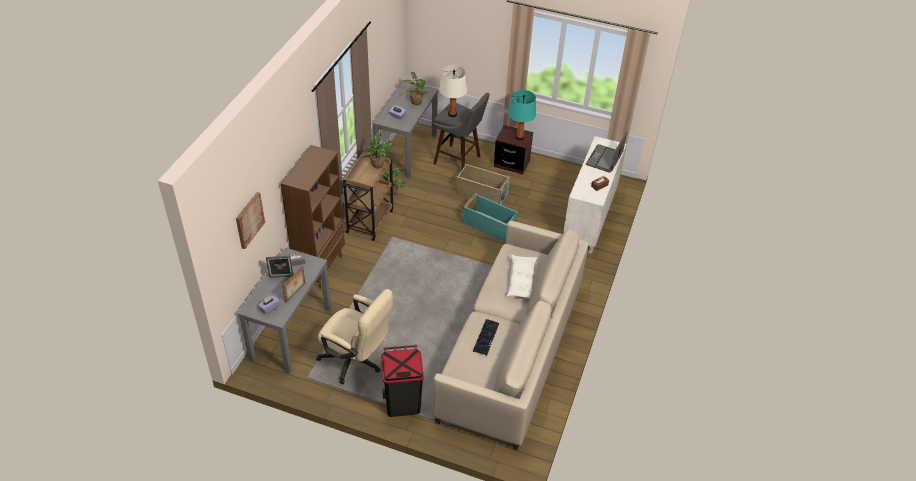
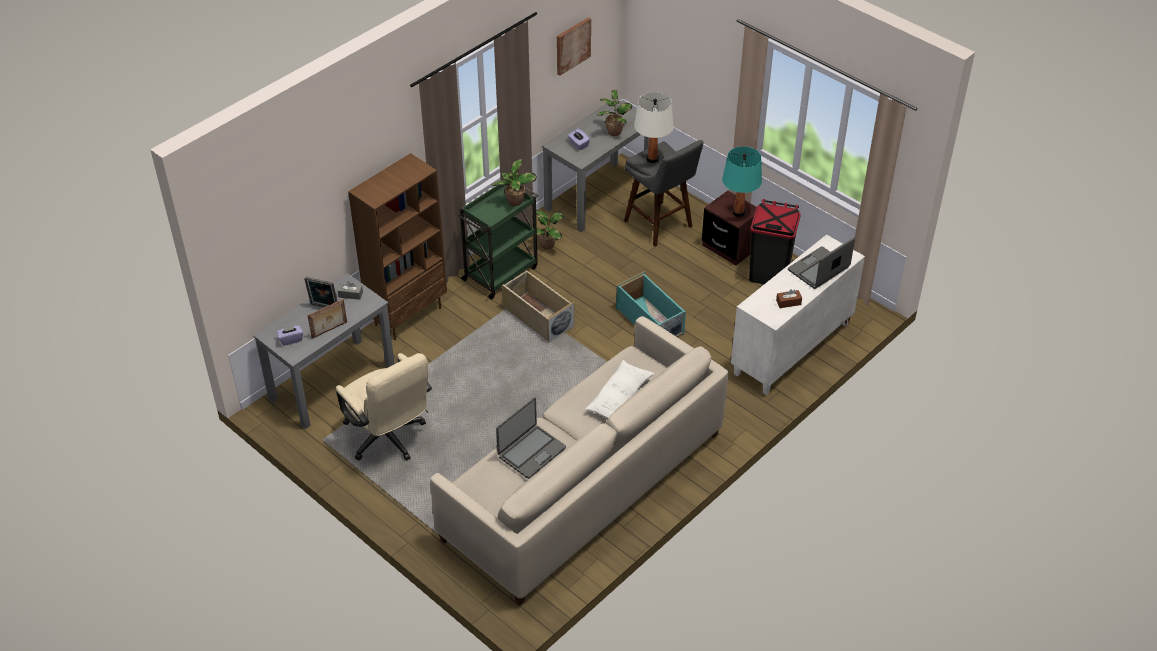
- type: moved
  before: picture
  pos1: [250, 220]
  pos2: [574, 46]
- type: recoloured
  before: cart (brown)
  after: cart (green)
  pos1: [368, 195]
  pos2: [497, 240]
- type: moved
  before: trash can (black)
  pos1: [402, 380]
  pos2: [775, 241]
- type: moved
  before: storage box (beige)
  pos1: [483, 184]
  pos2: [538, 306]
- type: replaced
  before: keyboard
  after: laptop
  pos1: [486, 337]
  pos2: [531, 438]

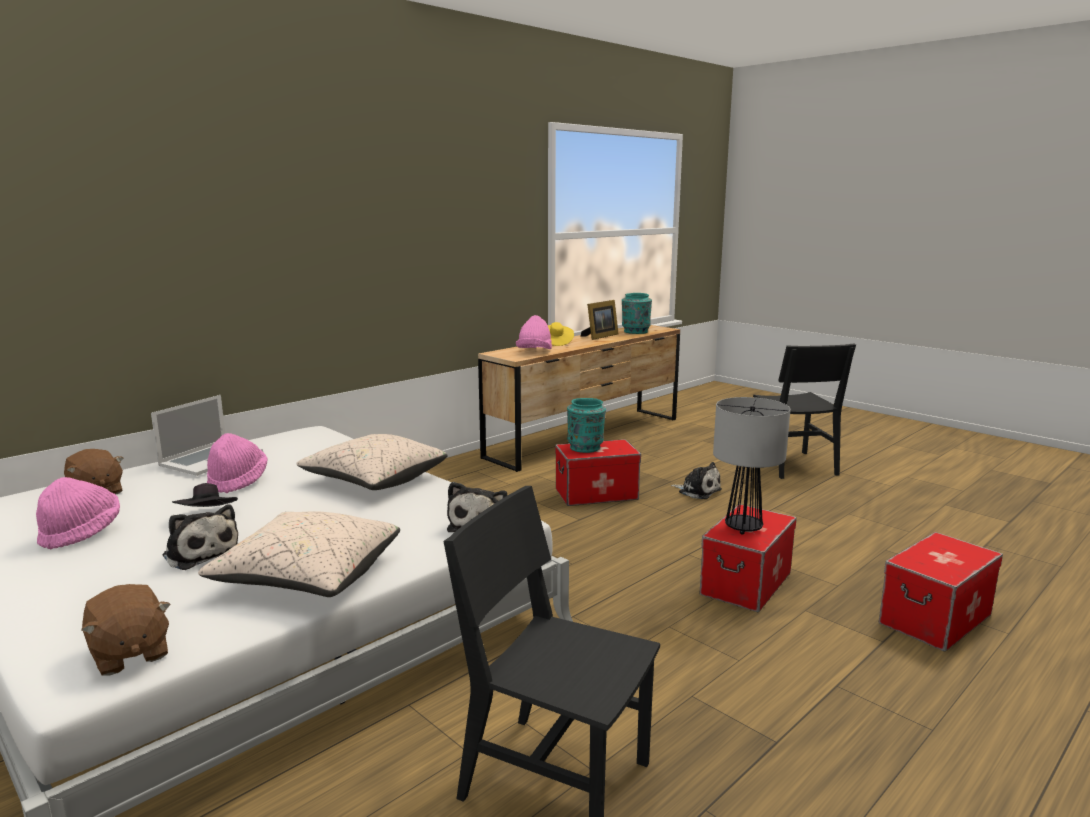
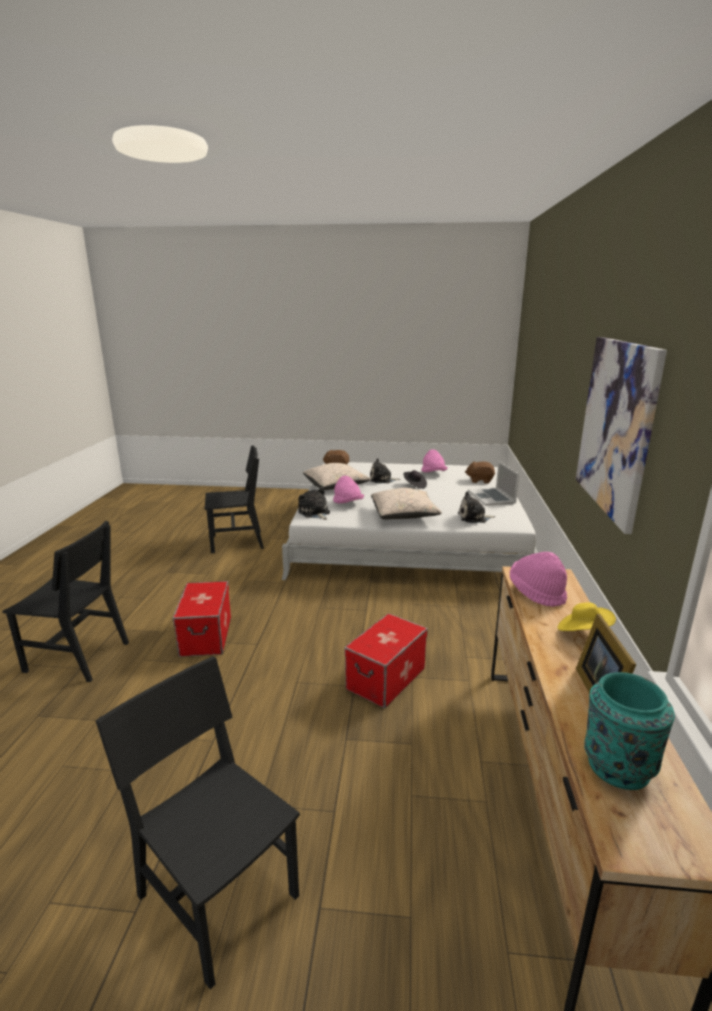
- type: moved
  before: hat (pink)
  pos1: [237, 463]
  pos2: [348, 489]
- type: removed
  before: vase (turquoise)
  pos1: [586, 425]
- type: moved
  before: plush toy
  pos1: [696, 480]
  pos2: [477, 507]
- type: removed
  before: table lamp
  pos1: [751, 466]
- type: replaced
  before: storage box
  after: chair (black)
  pos1: [941, 592]
  pos2: [65, 601]
- type: added
  after: picture
  pos2: [621, 435]

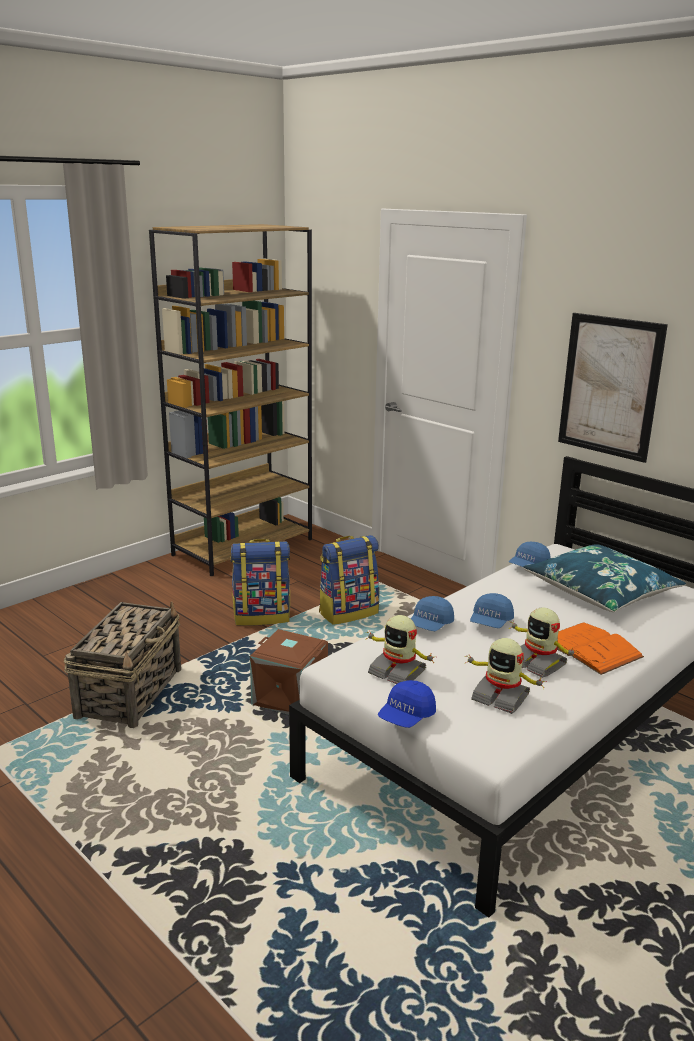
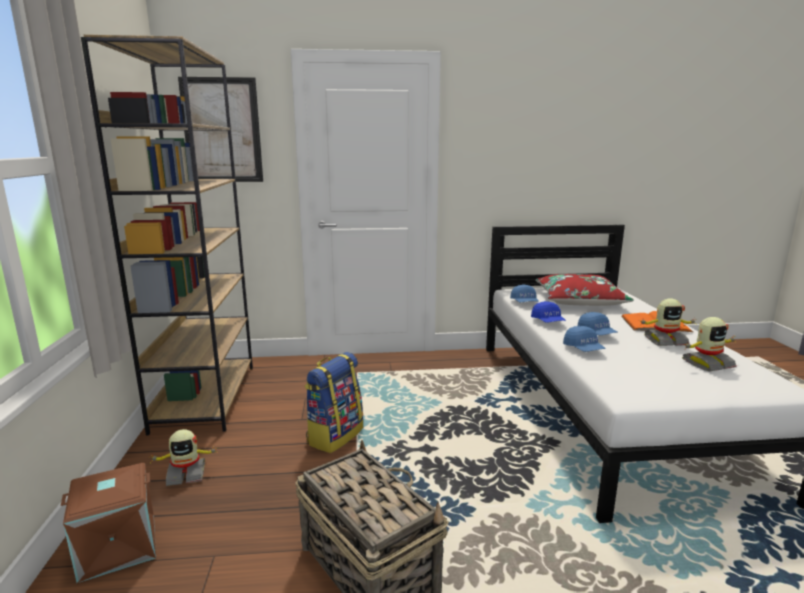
- type: moved
  before: storage box (brown)
  pos1: [289, 672]
  pos2: [108, 523]
- type: removed
  before: backpack
  pos1: [349, 580]
- type: moved
  before: toy robot
  pos1: [401, 649]
  pos2: [183, 457]
- type: moved
  before: cap (blue)
  pos1: [407, 704]
  pos2: [548, 312]
- type: recoloured
  before: pillow (blue)
  after: pillow (red)
  pos1: [604, 578]
  pos2: [584, 290]
- type: moved
  before: picture
  pos1: [613, 388]
  pos2: [220, 129]

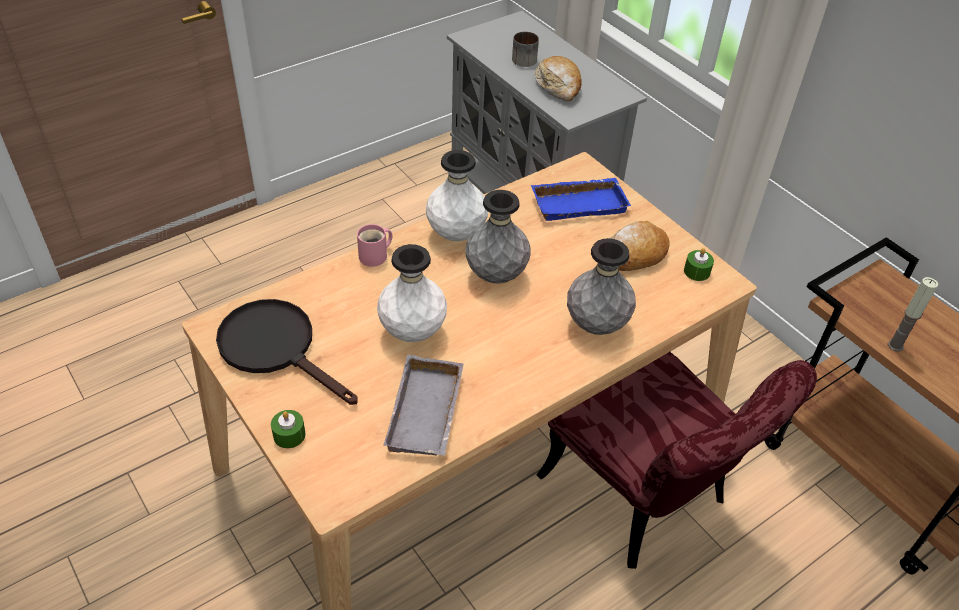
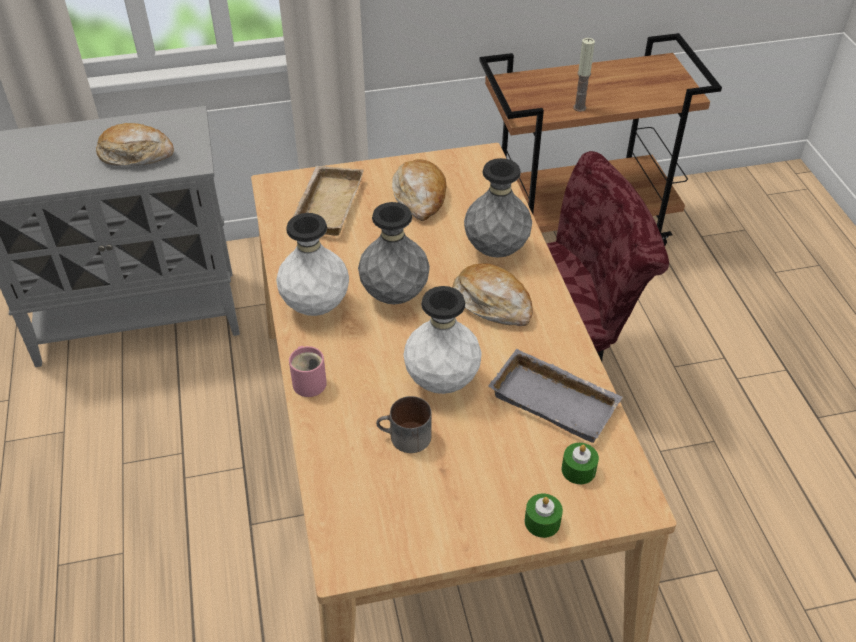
- type: removed
  before: frying pan (black)
  pos1: [287, 352]
- type: moved
  before: mug
  pos1: [525, 49]
  pos2: [404, 424]
- type: recoloured
  before: tray (blue)
  after: tray (beige)
  pos1: [581, 199]
  pos2: [328, 200]
- type: moved
  before: candle (green)
  pos1: [699, 264]
  pos2: [580, 463]
- type: added
  after: bread
  pos2: [493, 295]

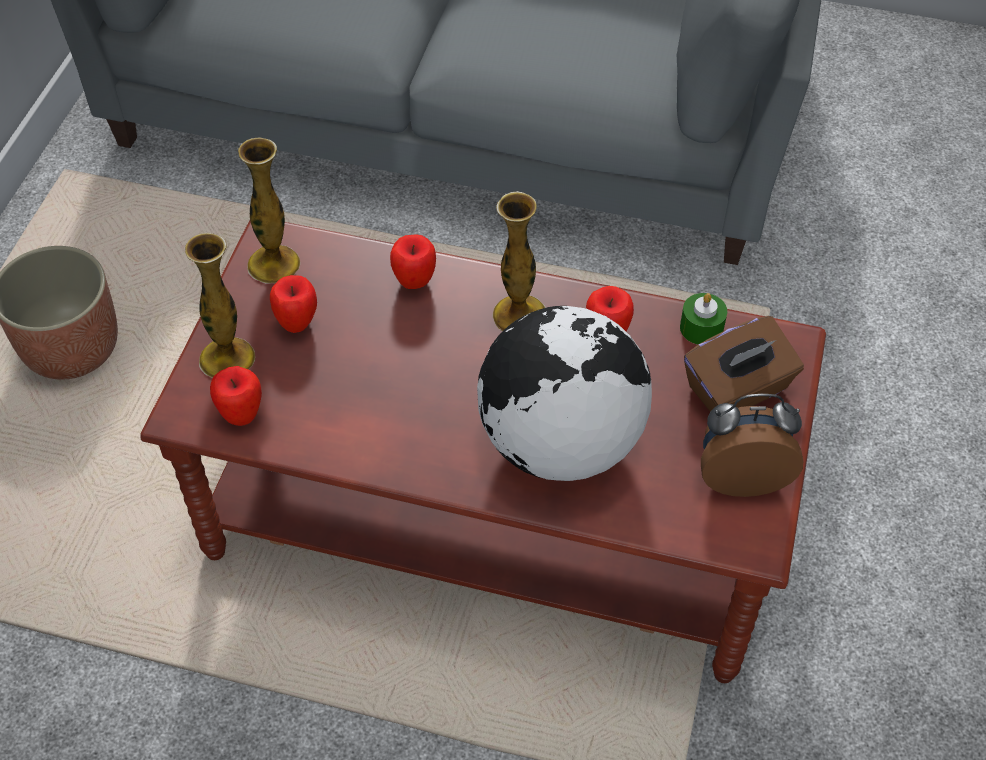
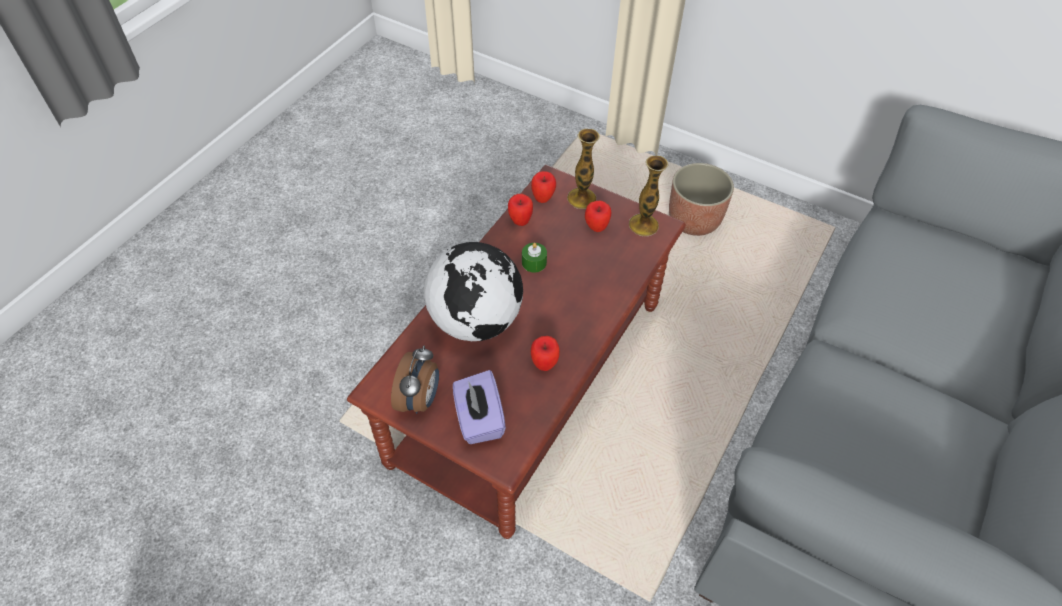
- type: moved
  before: apple
  pos1: [413, 261]
  pos2: [520, 210]
- type: removed
  before: vase
  pos1: [519, 261]
- type: moved
  before: candle (green)
  pos1: [703, 319]
  pos2: [534, 257]
- type: recoloured
  before: tissue box (brown)
  after: tissue box (purple)
  pos1: [744, 364]
  pos2: [479, 407]

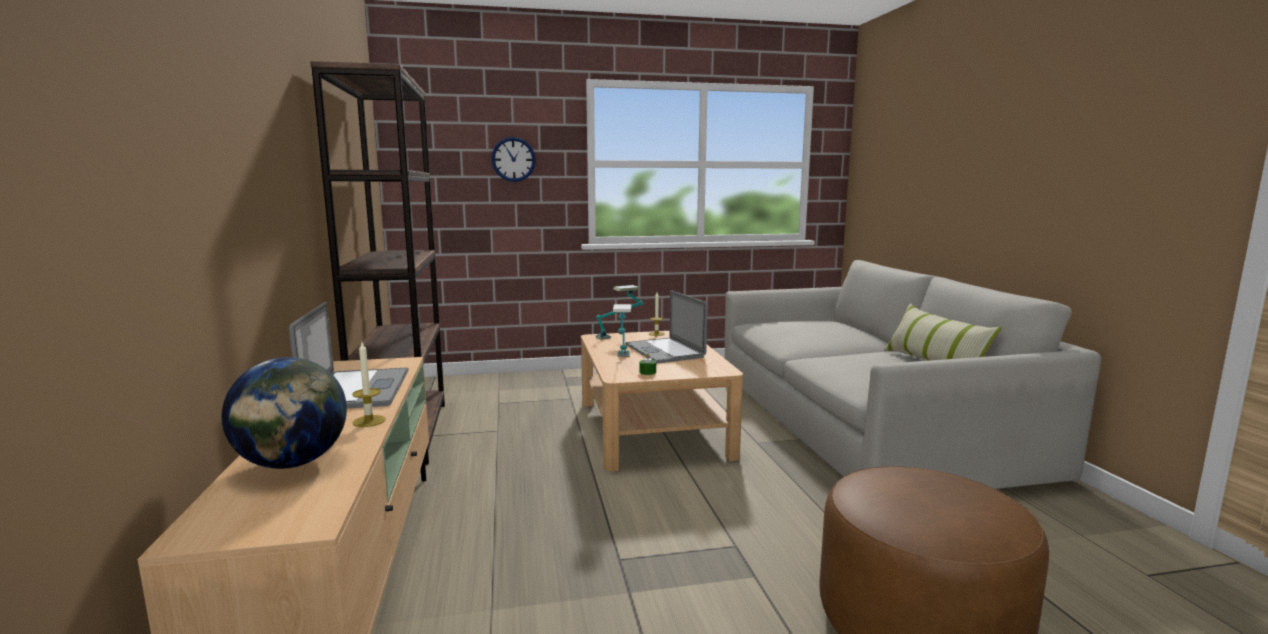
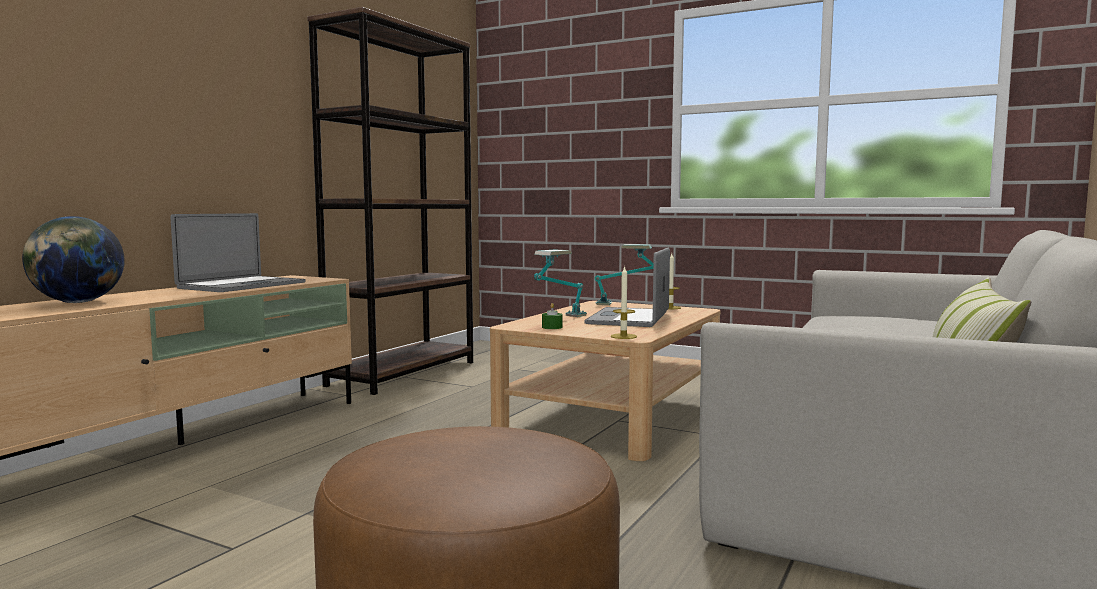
- type: moved
  before: candle
  pos1: [369, 384]
  pos2: [623, 302]
- type: removed
  before: wall clock
  pos1: [513, 159]

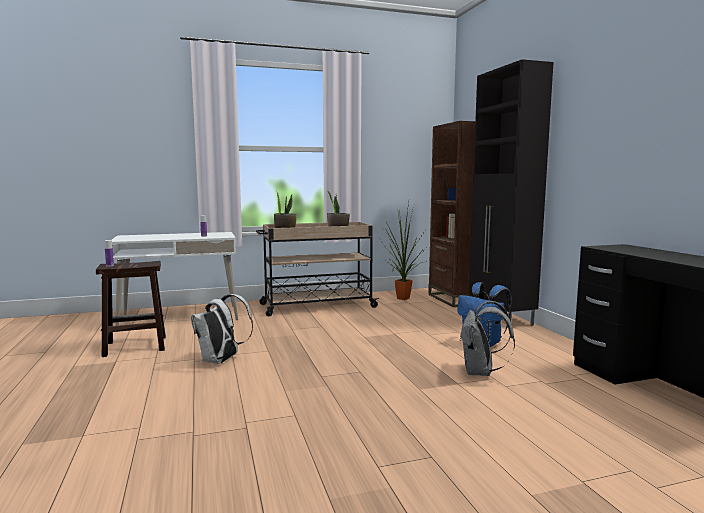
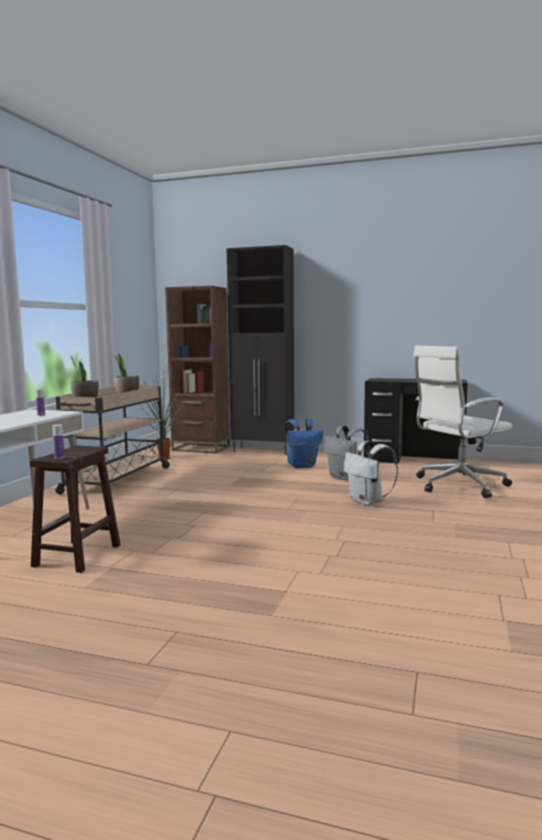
- type: moved
  before: backpack (white)
  pos1: [222, 329]
  pos2: [371, 473]
- type: added
  after: office chair (white)
  pos2: [462, 422]

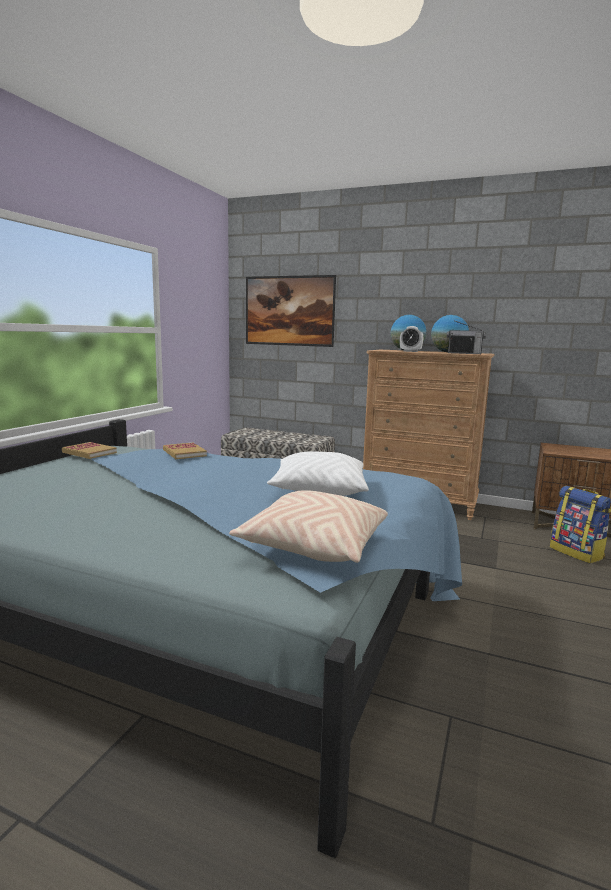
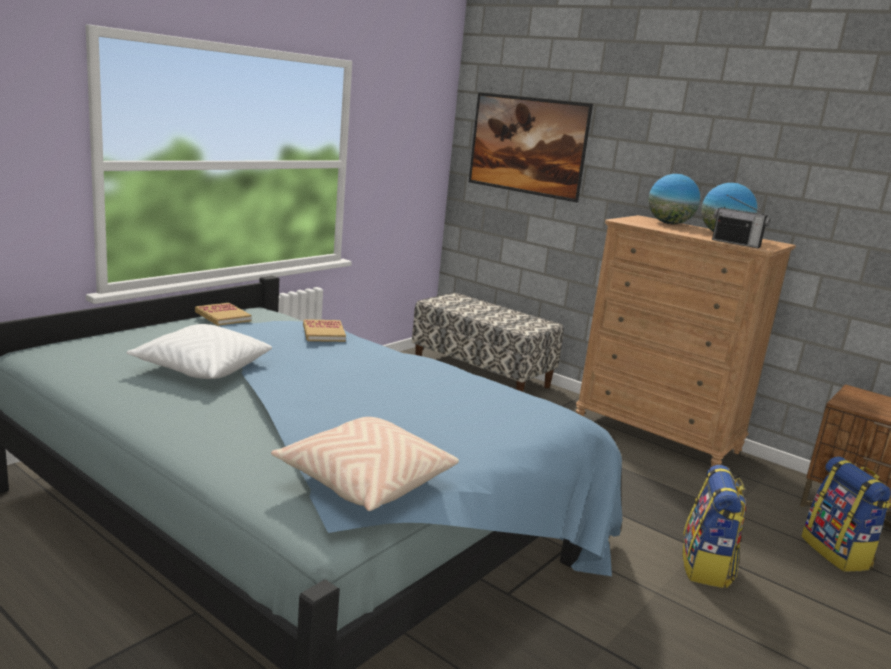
- type: moved
  before: pillow (white)
  pos1: [318, 474]
  pos2: [199, 351]
- type: removed
  before: alarm clock
  pos1: [411, 339]
- type: added
  after: backpack
  pos2: [714, 526]

